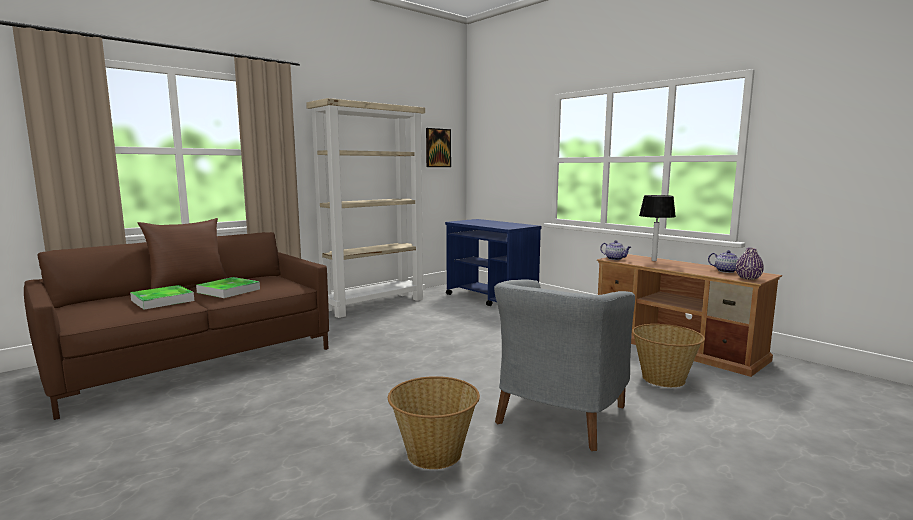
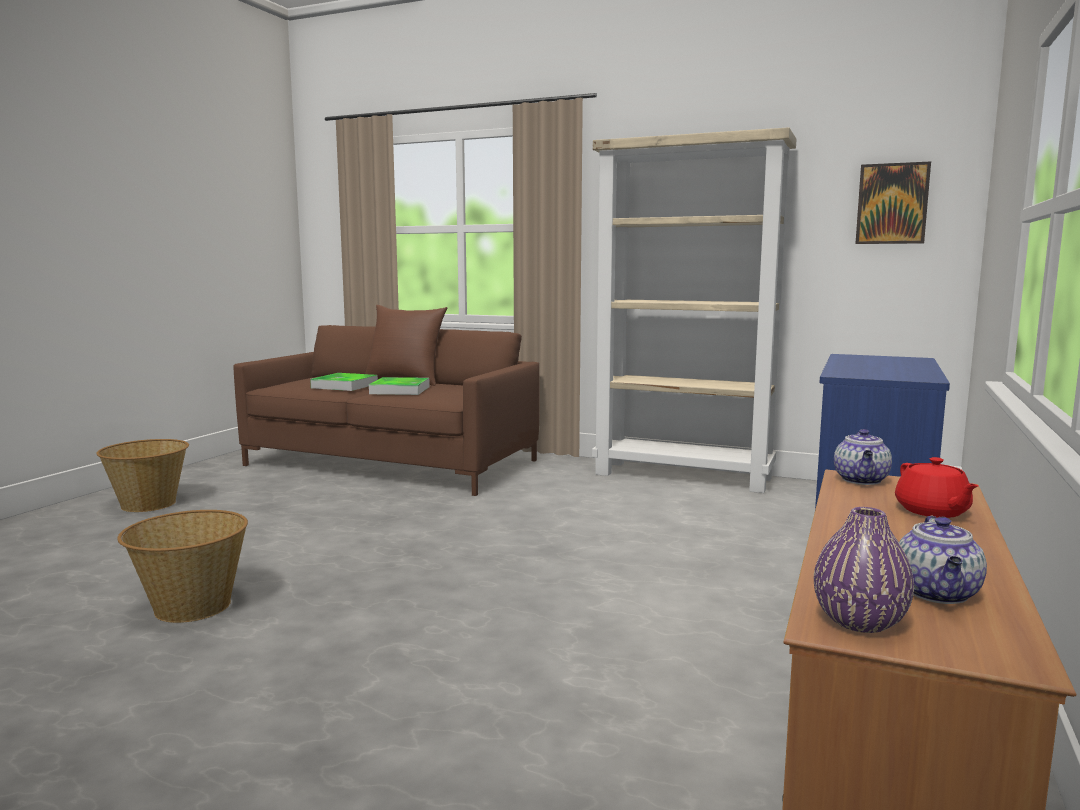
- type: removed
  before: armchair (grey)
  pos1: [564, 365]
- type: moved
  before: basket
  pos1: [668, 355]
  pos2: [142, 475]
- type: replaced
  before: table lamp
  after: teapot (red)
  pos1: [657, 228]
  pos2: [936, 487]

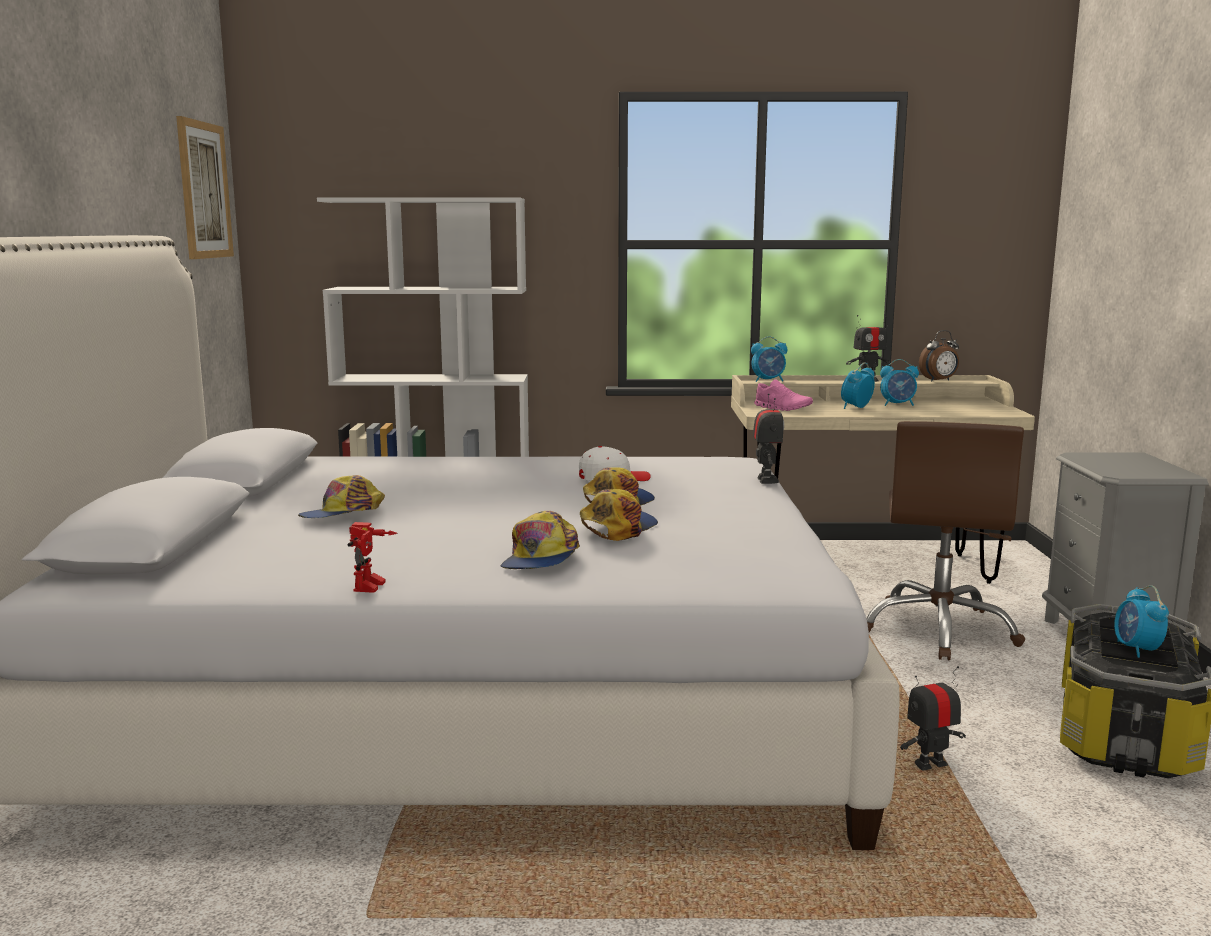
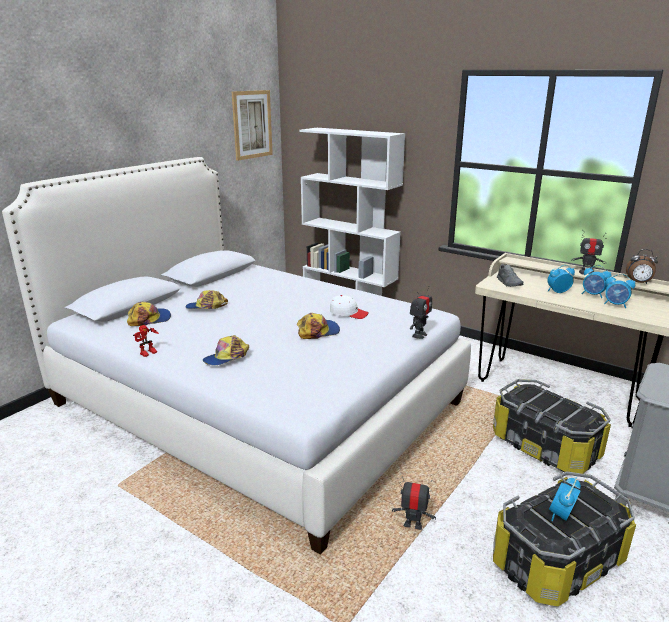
- type: moved
  before: cap
  pos1: [619, 515]
  pos2: [149, 314]
- type: moved
  before: alarm clock
  pos1: [769, 359]
  pos2: [619, 291]
- type: recoloured
  before: shoe (pink)
  after: shoe (grey)
  pos1: [783, 395]
  pos2: [510, 275]
- type: replaced
  before: office chair (brown)
  after: storage box
  pos1: [946, 540]
  pos2: [552, 426]

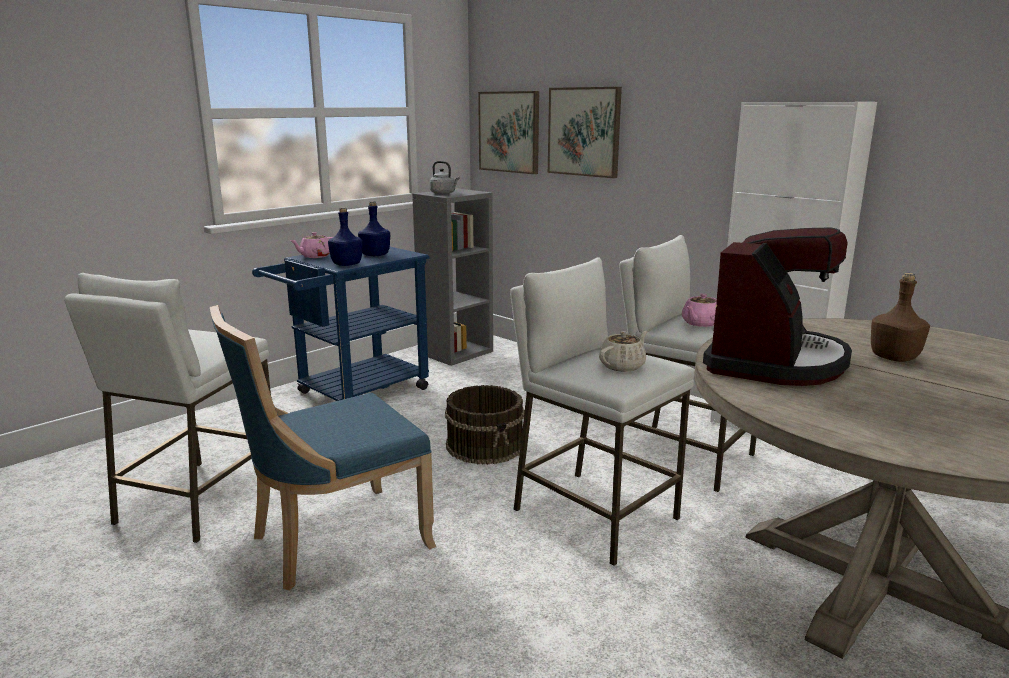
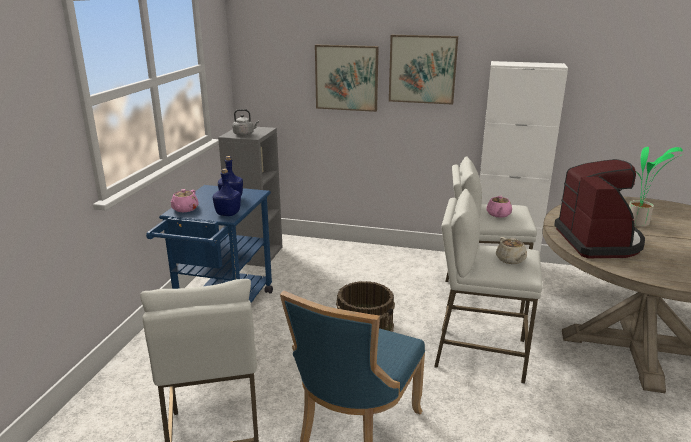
- type: moved
  before: picture
  pos1: [508, 132]
  pos2: [423, 70]
- type: turned
  before: teapot (beige)
  pos1: [623, 351]
  pos2: [511, 250]
  turn: 150
- type: replaced
  before: bottle (brown)
  after: potted plant
  pos1: [900, 317]
  pos2: [656, 187]

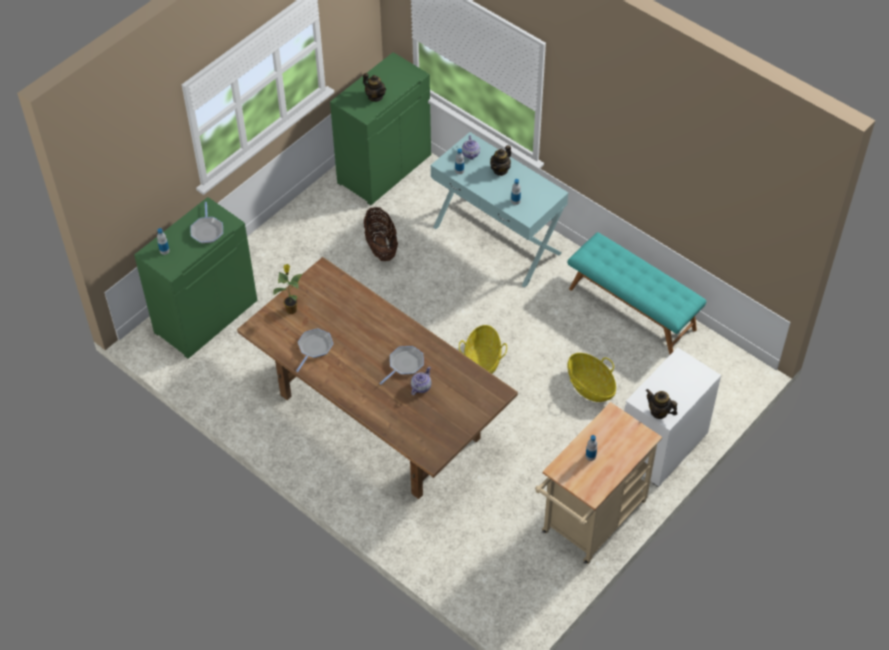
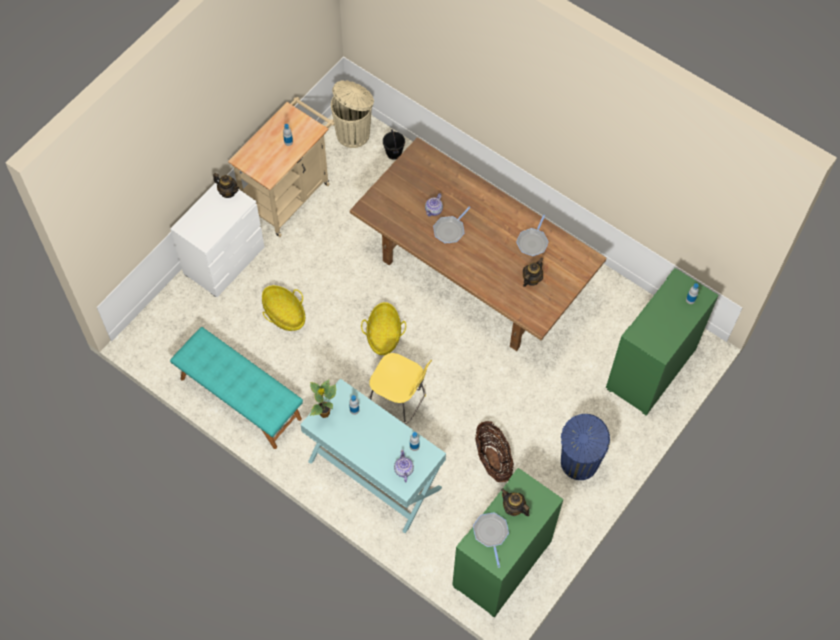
- type: moved
  before: frying pan
  pos1: [206, 222]
  pos2: [491, 540]
- type: moved
  before: potted plant
  pos1: [288, 289]
  pos2: [323, 399]
- type: moved
  before: teapot
  pos1: [500, 160]
  pos2: [533, 272]
- type: added
  after: trash can (beige)
  pos2: [352, 114]
- type: added
  after: stool (yellow)
  pos2: [400, 389]
- type: added
  after: bucket (black)
  pos2: [394, 144]
- type: added
  after: trash can (blue)
  pos2: [585, 447]

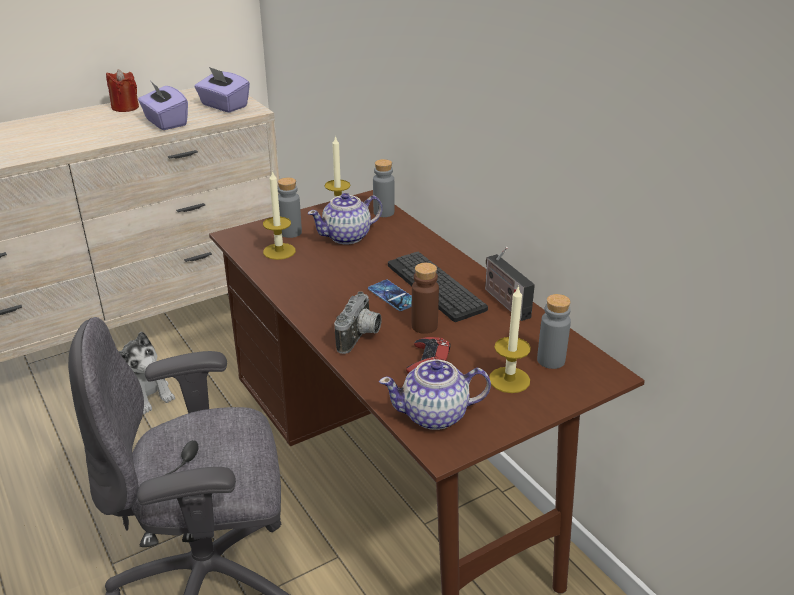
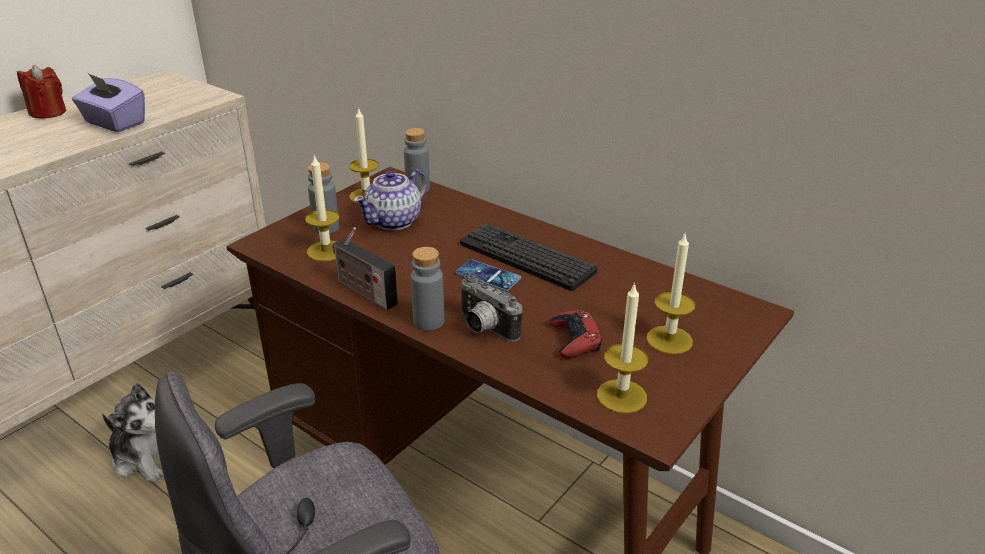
- type: removed
  before: tissue box (purple)
  pos1: [222, 90]
- type: turned
  before: photo camera
  pos1: [358, 322]
  pos2: [491, 307]
  turn: 135
- type: replaced
  before: teapot
  after: candle
  pos1: [435, 395]
  pos2: [622, 347]
- type: removed
  before: bottle (brown)
  pos1: [425, 298]
- type: moved
  before: radio
  pos1: [510, 284]
  pos2: [365, 268]
- type: moved
  before: bottle (grey)
  pos1: [554, 331]
  pos2: [427, 289]

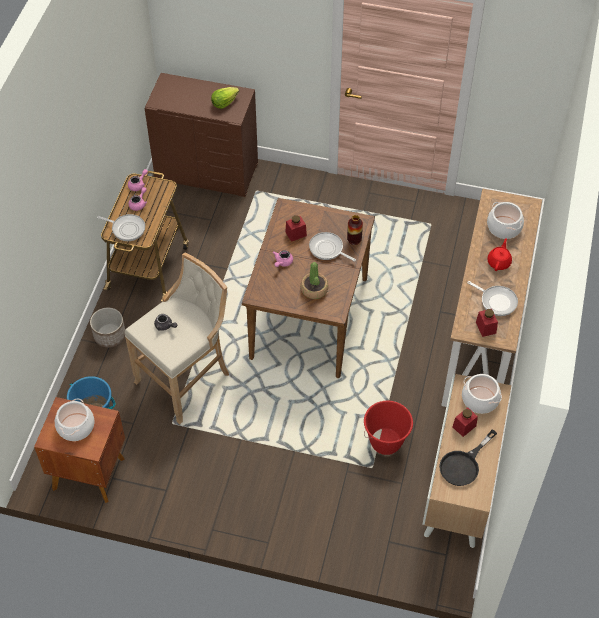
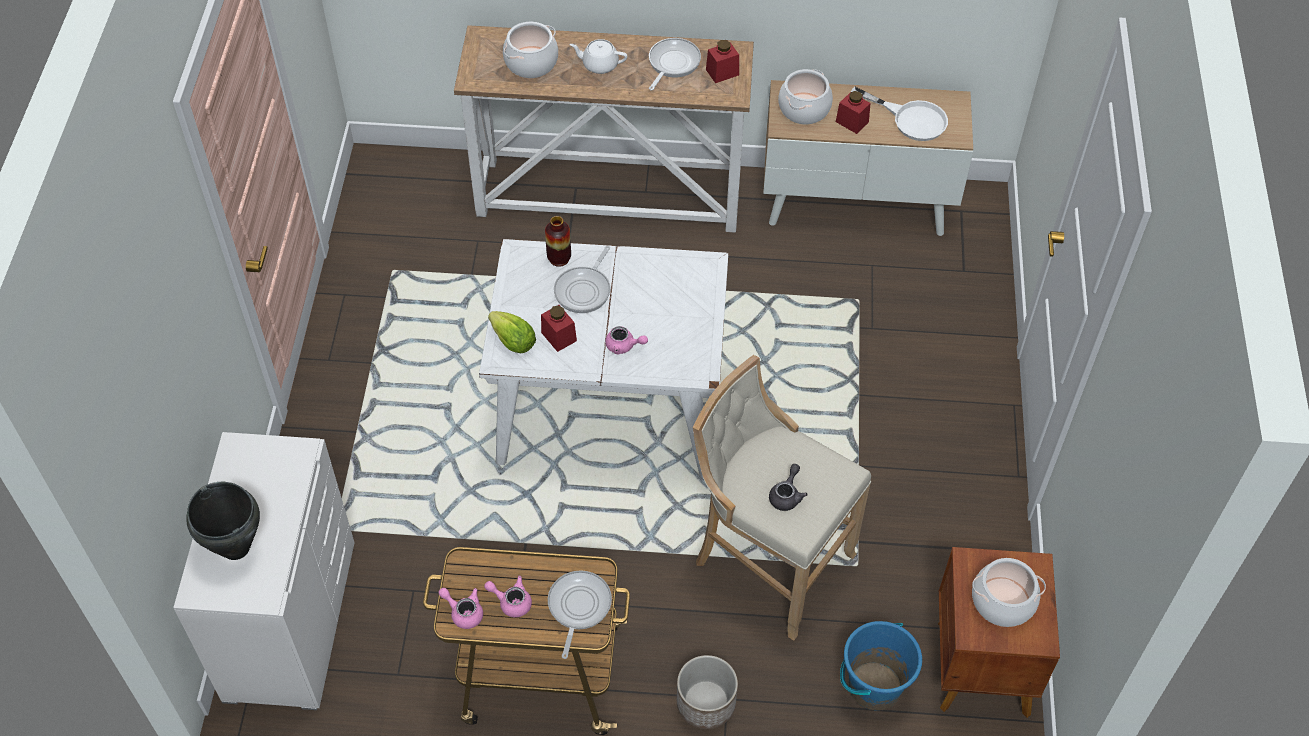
- type: recoloured
  before: dresser (brown)
  after: dresser (white)
  pos1: [201, 135]
  pos2: [264, 571]
- type: moved
  before: lettuce
  pos1: [225, 98]
  pos2: [512, 332]
- type: recoloured
  before: dining table (brown)
  after: dining table (white)
  pos1: [308, 288]
  pos2: [603, 359]
- type: removed
  before: potted plant
  pos1: [314, 280]
- type: removed
  before: bucket (red)
  pos1: [388, 428]
- type: recoloured
  before: frying pan (black)
  after: frying pan (white)
  pos1: [468, 457]
  pos2: [899, 114]
- type: recoloured
  before: teapot (red)
  after: teapot (white)
  pos1: [499, 254]
  pos2: [598, 56]
- type: added
  after: cooking pot (black)
  pos2: [223, 521]

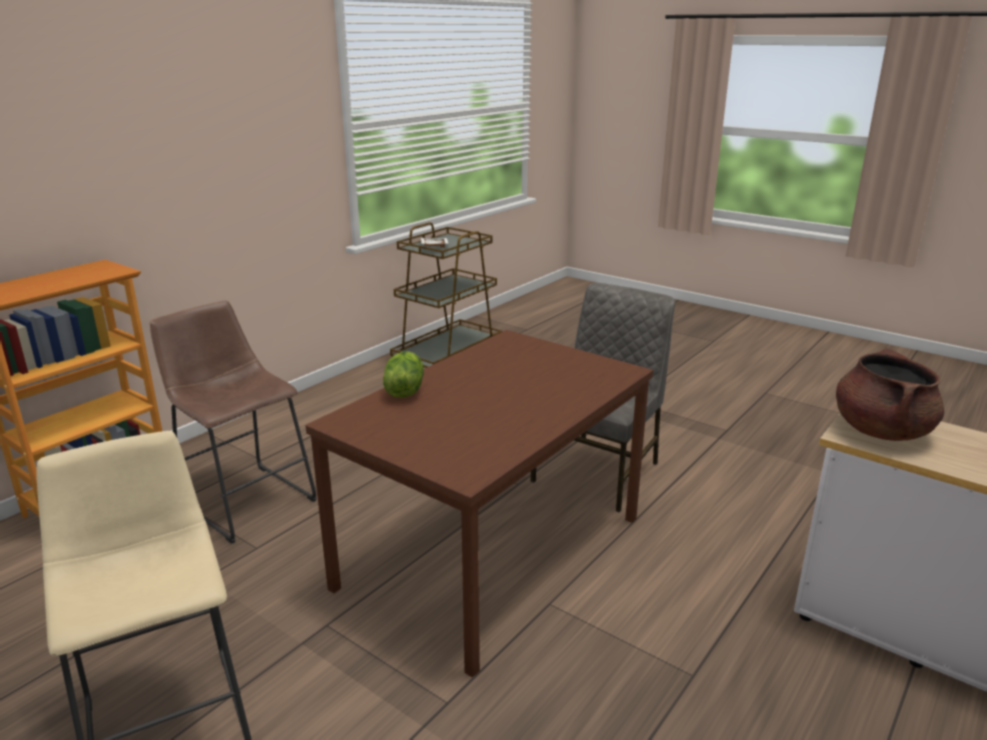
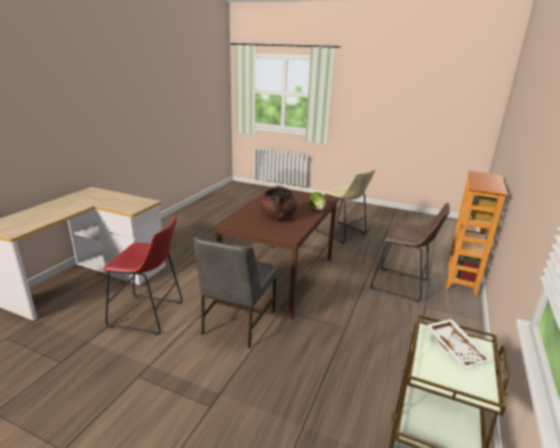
- type: moved
  before: cooking pot (brown)
  pos1: [890, 394]
  pos2: [278, 202]
- type: added
  after: stool (red)
  pos2: [142, 275]

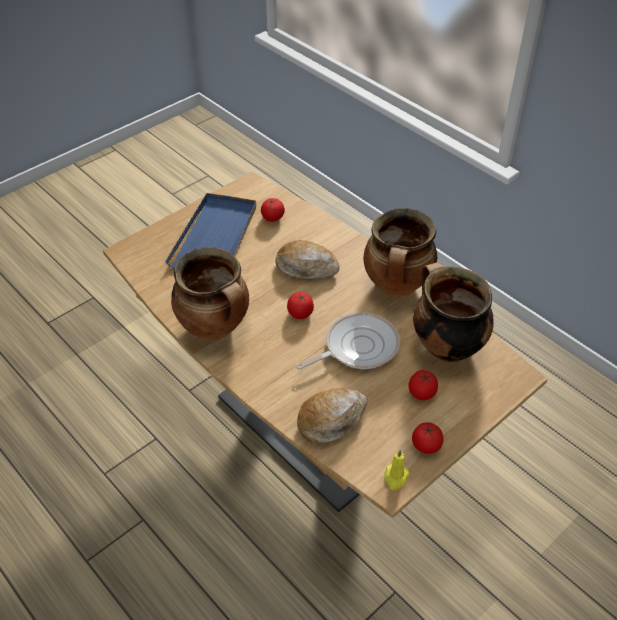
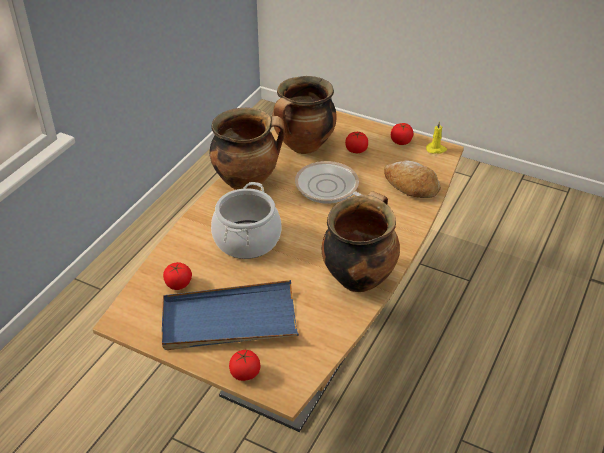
- type: replaced
  before: bread
  after: cooking pot
  pos1: [307, 259]
  pos2: [246, 220]
- type: moved
  before: tomato
  pos1: [300, 305]
  pos2: [244, 365]

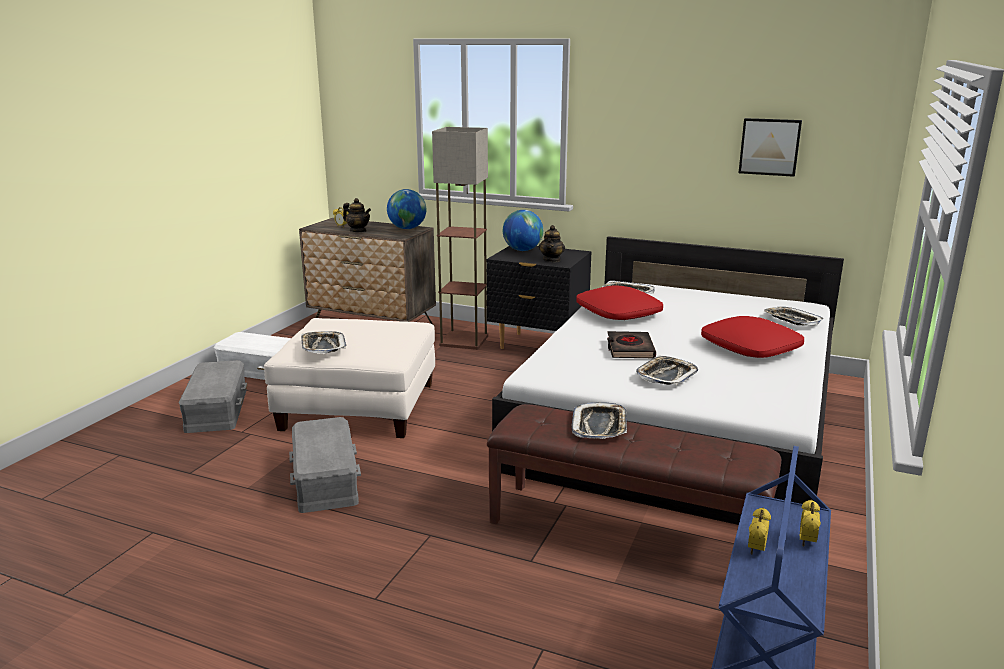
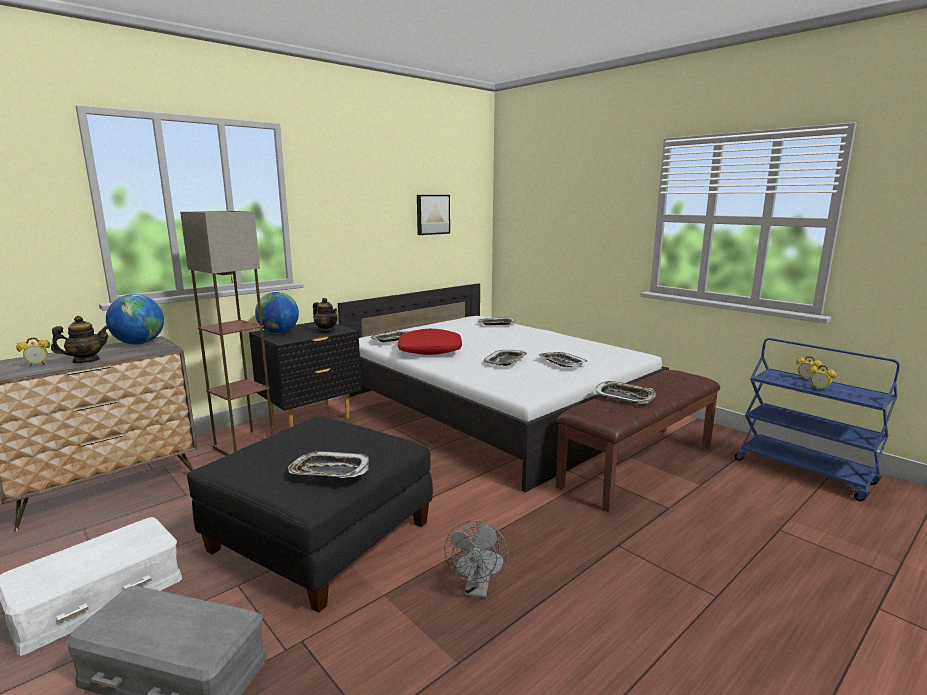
- type: recoloured
  before: ottoman (white)
  after: ottoman (black)
  pos1: [349, 378]
  pos2: [310, 514]
- type: replaced
  before: storage box (grey)
  after: fan (grey)
  pos1: [325, 465]
  pos2: [476, 559]
- type: replaced
  before: book (black)
  after: tray
  pos1: [631, 344]
  pos2: [505, 358]
- type: removed
  before: pillow (red)
  pos1: [752, 337]

